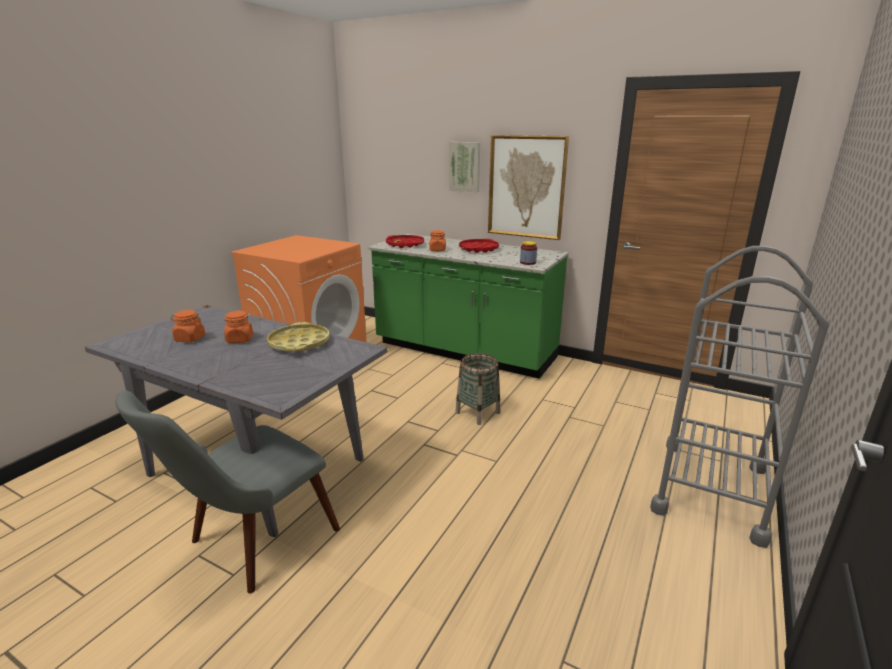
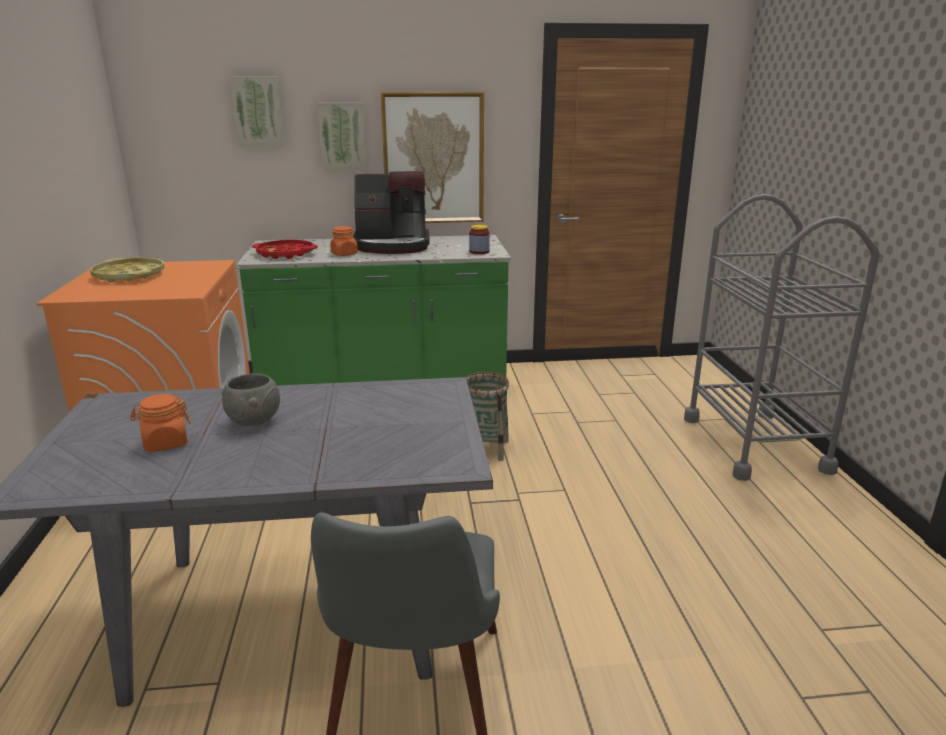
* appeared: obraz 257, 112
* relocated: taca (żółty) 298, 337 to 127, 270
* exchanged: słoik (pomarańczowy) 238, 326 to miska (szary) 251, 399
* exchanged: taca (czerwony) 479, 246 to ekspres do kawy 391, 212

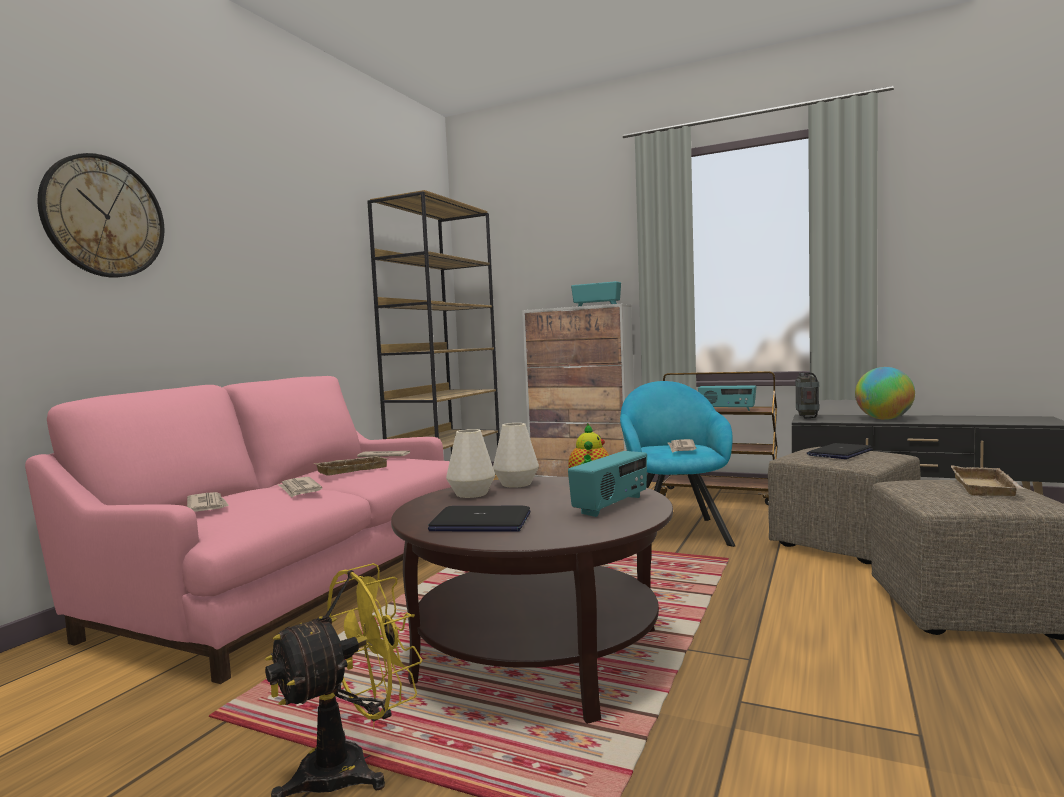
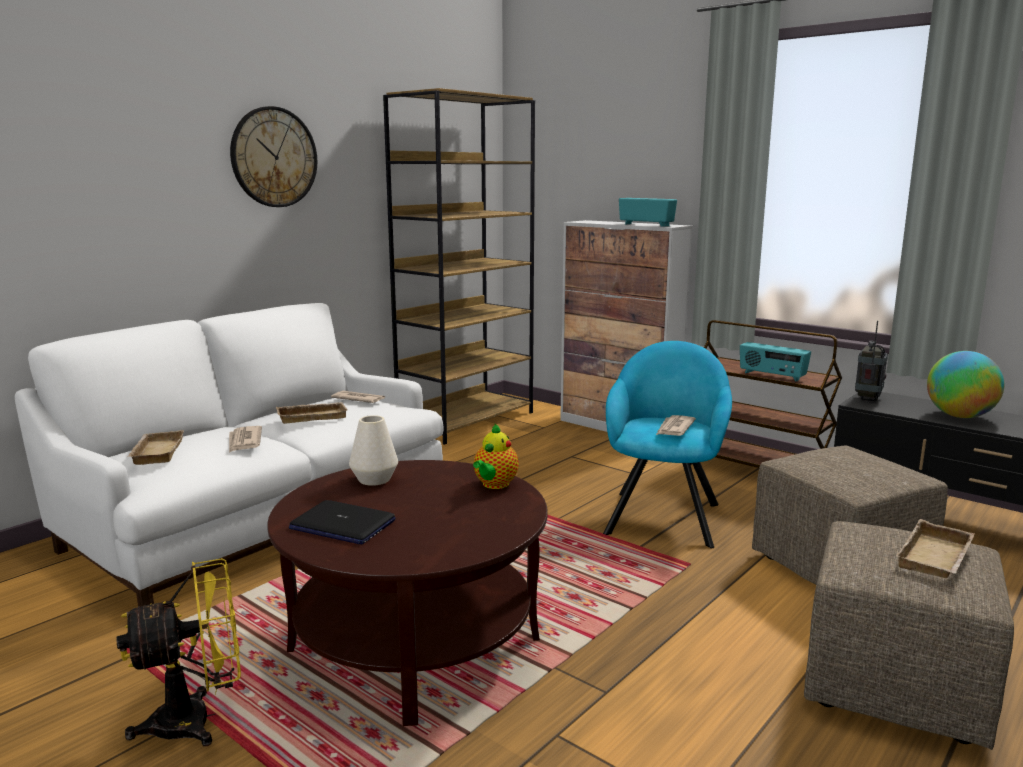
* missing: wazon (biały) 516, 455
* missing: radio 607, 484
* missing: laptop 840, 451
* relocated: zegar ścienny 101, 215 to 273, 156
* exchanged: gazeta 208, 502 to taca (beżowy) 155, 447
* colour: kanapa (różowy) 238, 530 to kanapa (biały) 229, 455

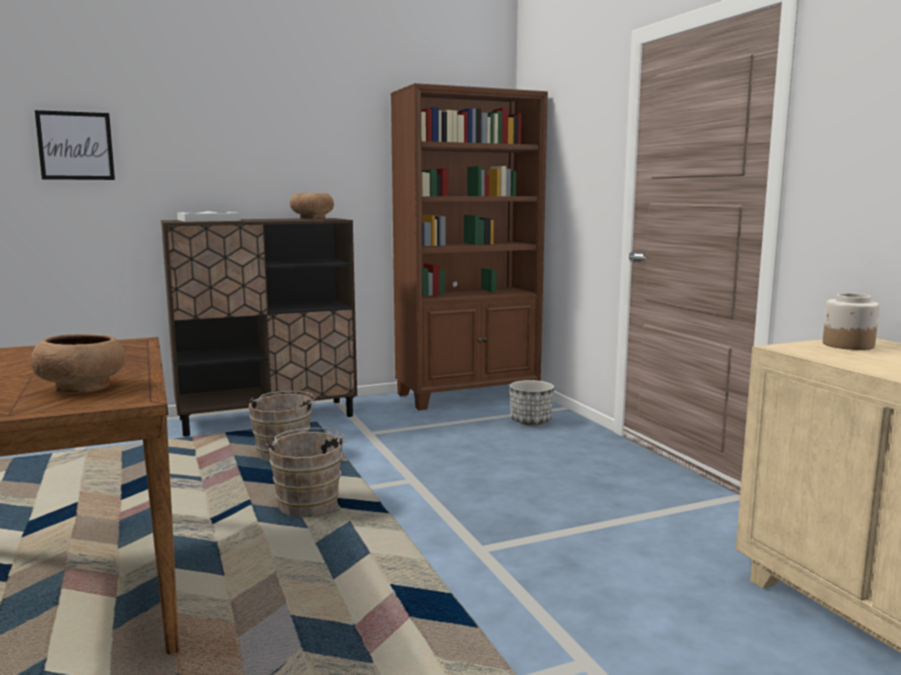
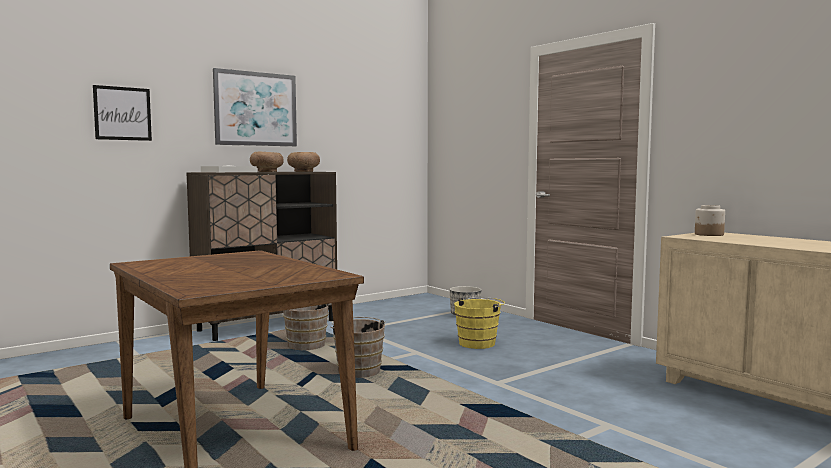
* missing: regał (brązowy) 469, 246
* appeared: obraz 255, 107
* appeared: wiadro (żółty) 479, 323
* relocated: miska (brązowy) 78, 364 to 267, 162

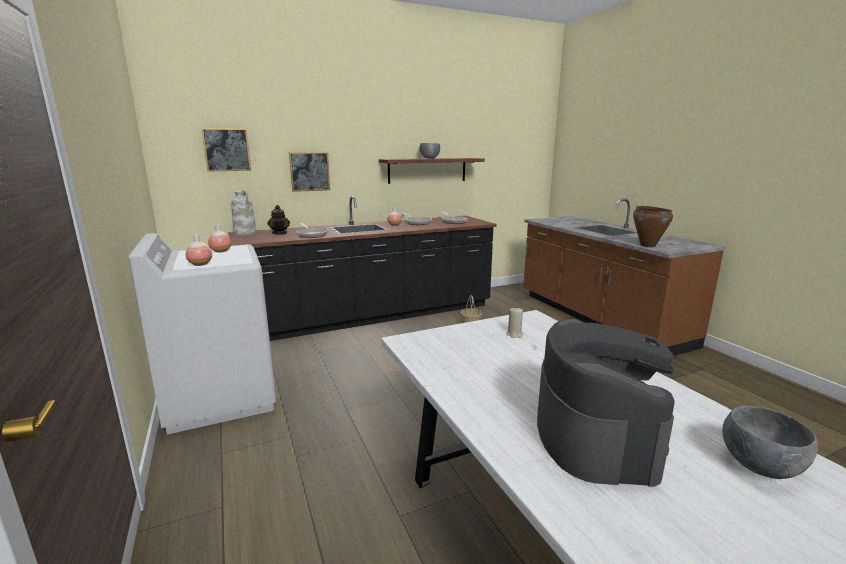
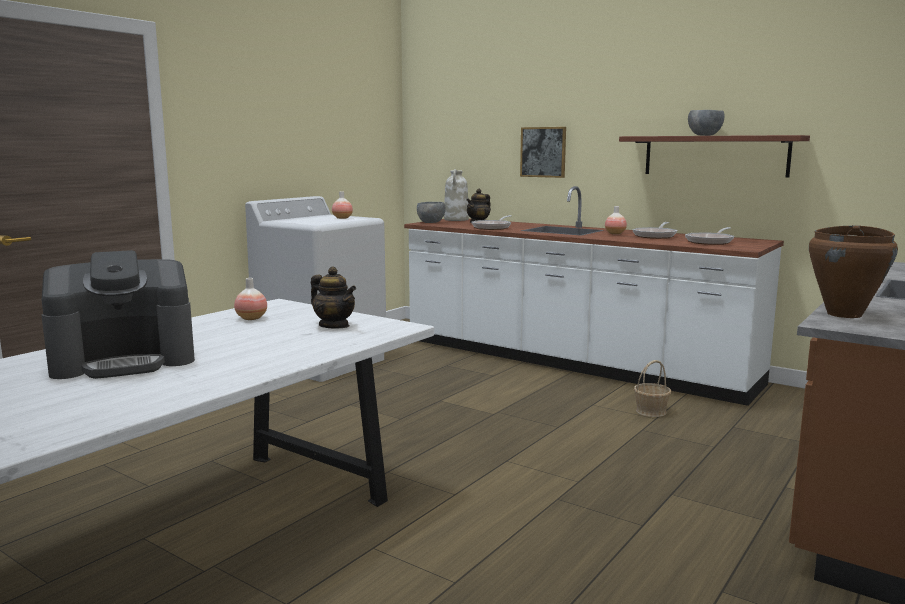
* missing: obraz 226, 150
* relocated: wazon 199, 250 to 250, 299
* relocated: miska (szary) 770, 442 to 431, 212
* exchanged: świeca (beżowy) 514, 322 to imbryk 333, 297
* colour: zabudowa kuchenna (czarny) 362, 268 to zabudowa kuchenna (biały) 594, 296

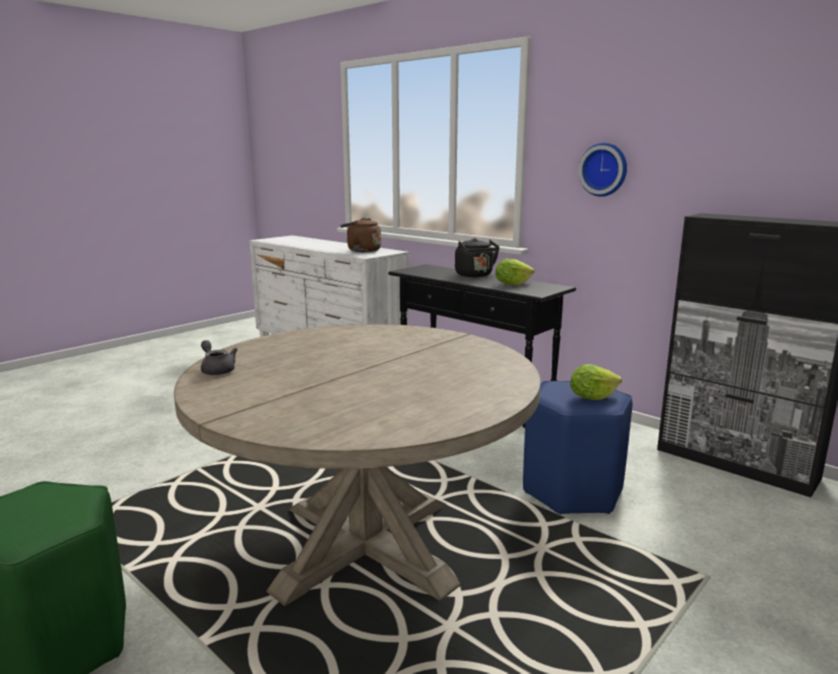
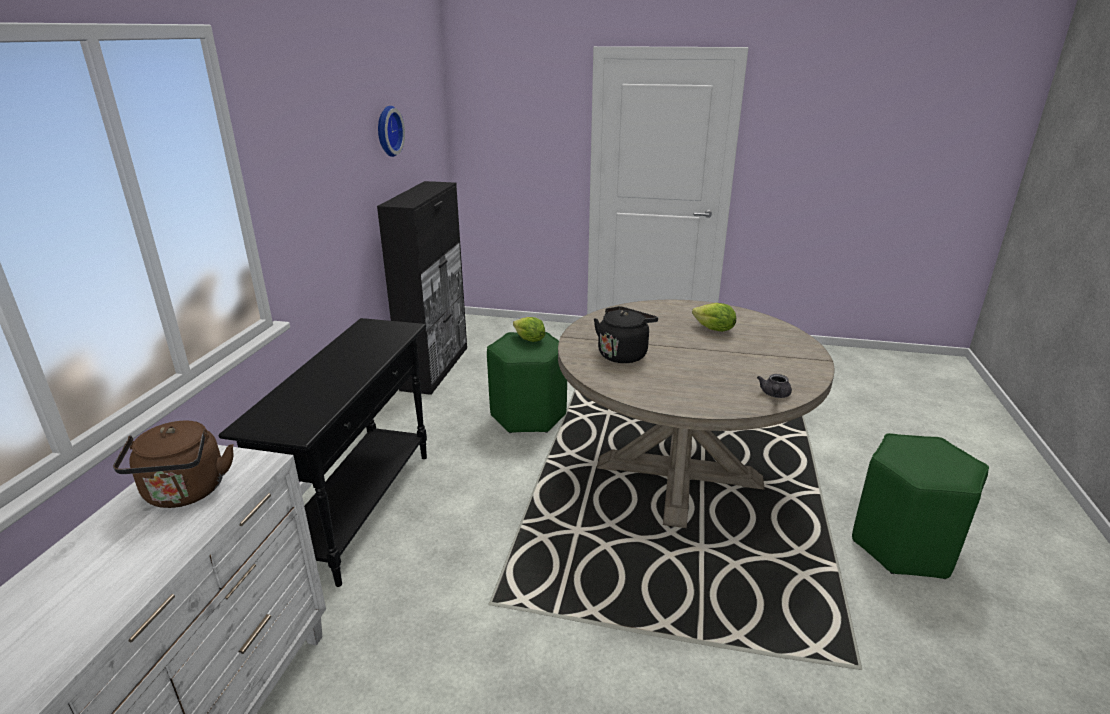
* relocated: czajnik (czarny) 477, 257 to 626, 334
* relocated: sałata 514, 272 to 714, 317
* relocated: zegar ścienny 602, 170 to 391, 131
* colour: stołek (niebieski) 577, 448 to stołek (zielony) 527, 382

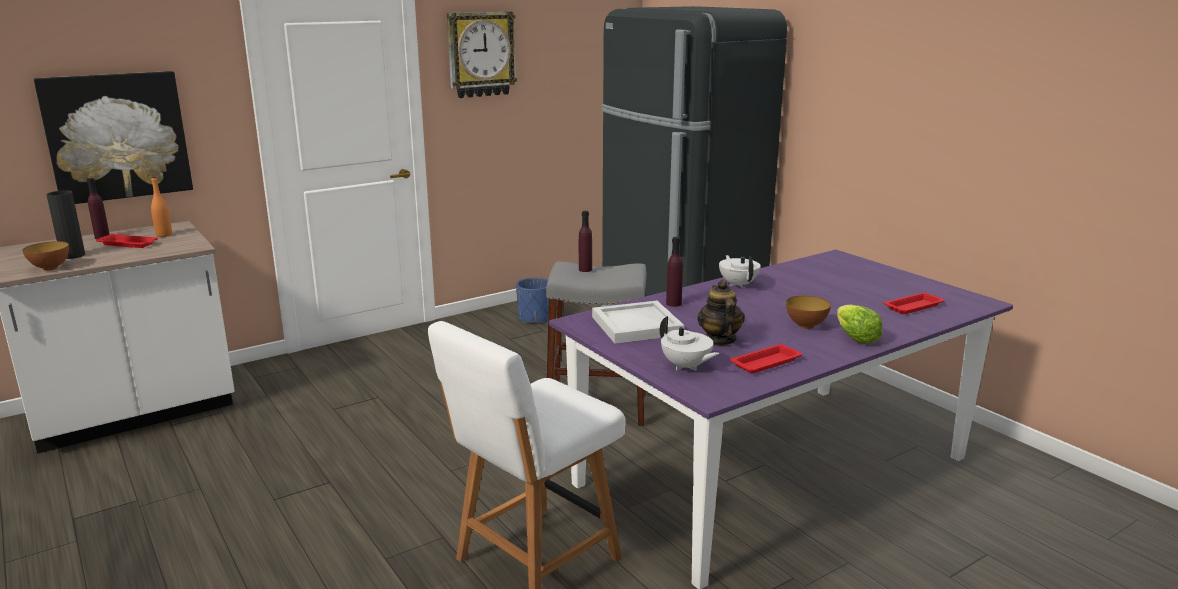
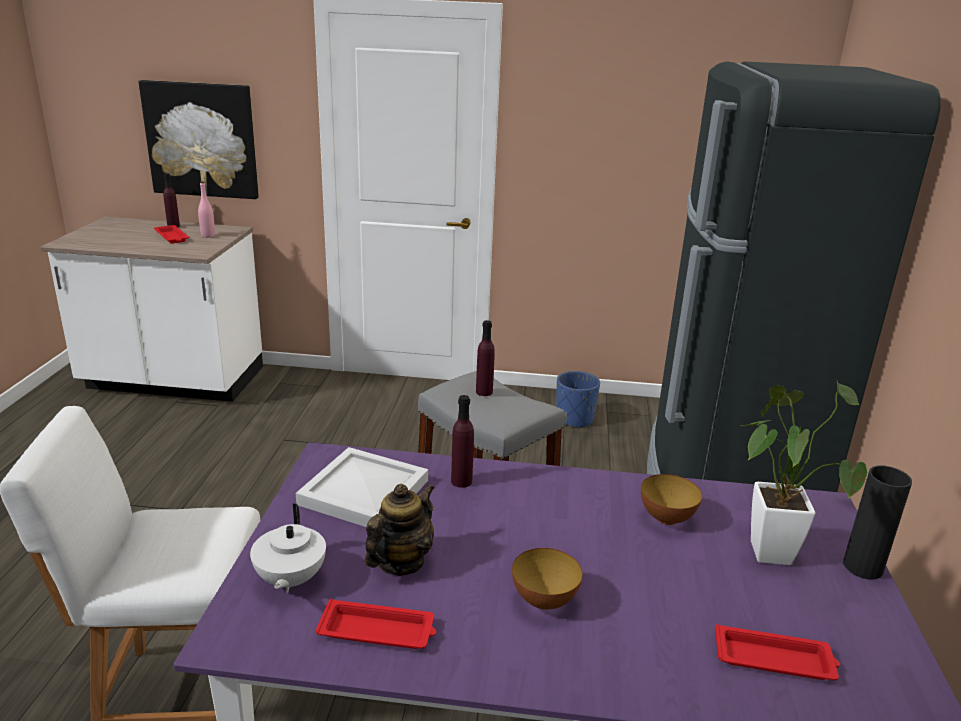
* missing: zegar ścienny 482, 55
* missing: imbryk (biały) 740, 271
* missing: sałata 860, 324
* appeared: roślina doniczkowa 803, 473
* relocated: miska 46, 256 to 671, 499
* relocated: wazon (czarny) 65, 224 to 877, 522
* colour: butelka (pomarańczowy) 161, 206 to butelka (różowy) 206, 209

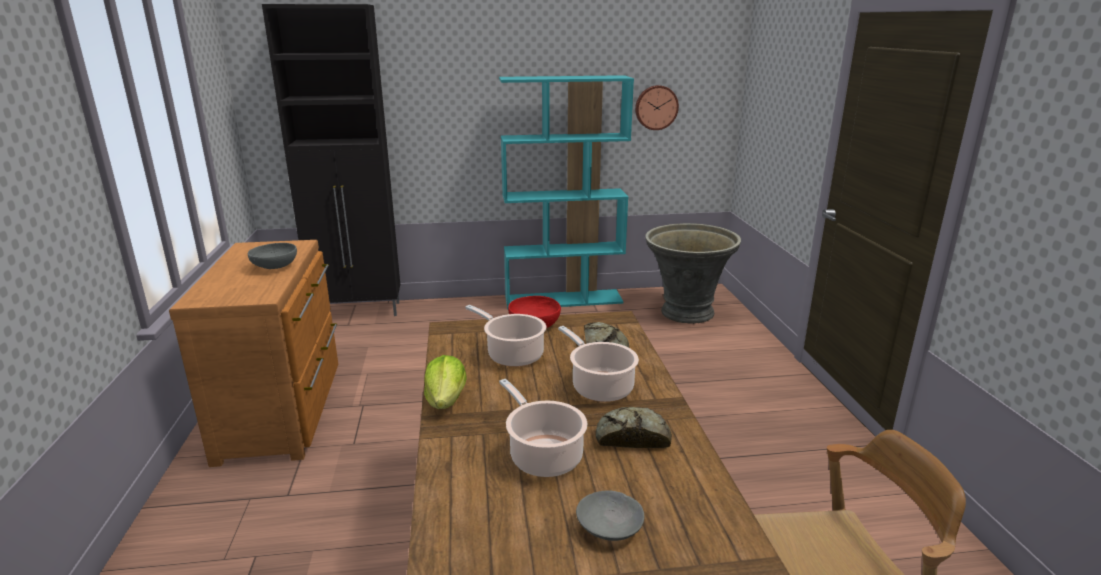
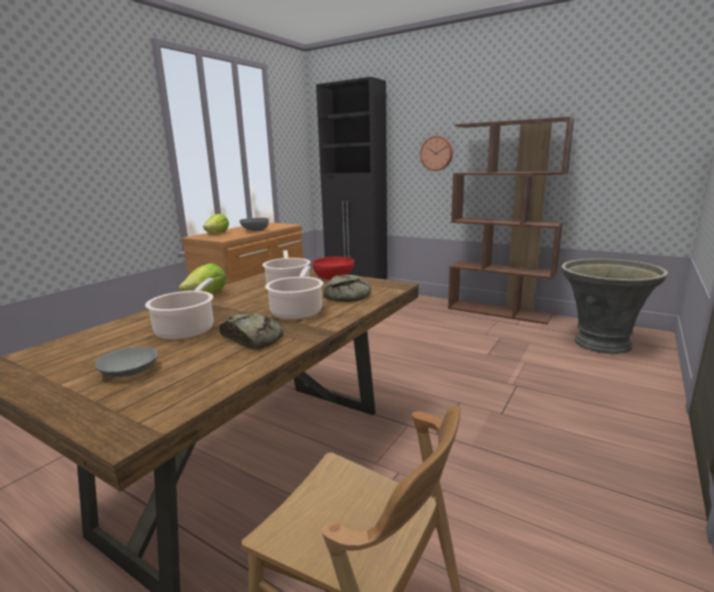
* appeared: sałata 216, 224
* relocated: zegar ścienny 657, 107 to 436, 153
* colour: regał (turkusowy) 566, 192 to regał (brązowy) 511, 220

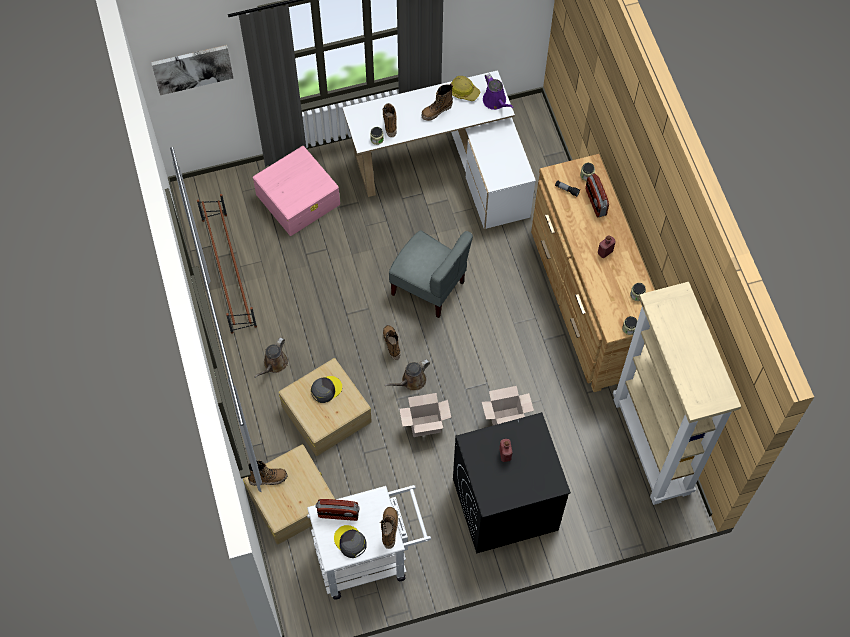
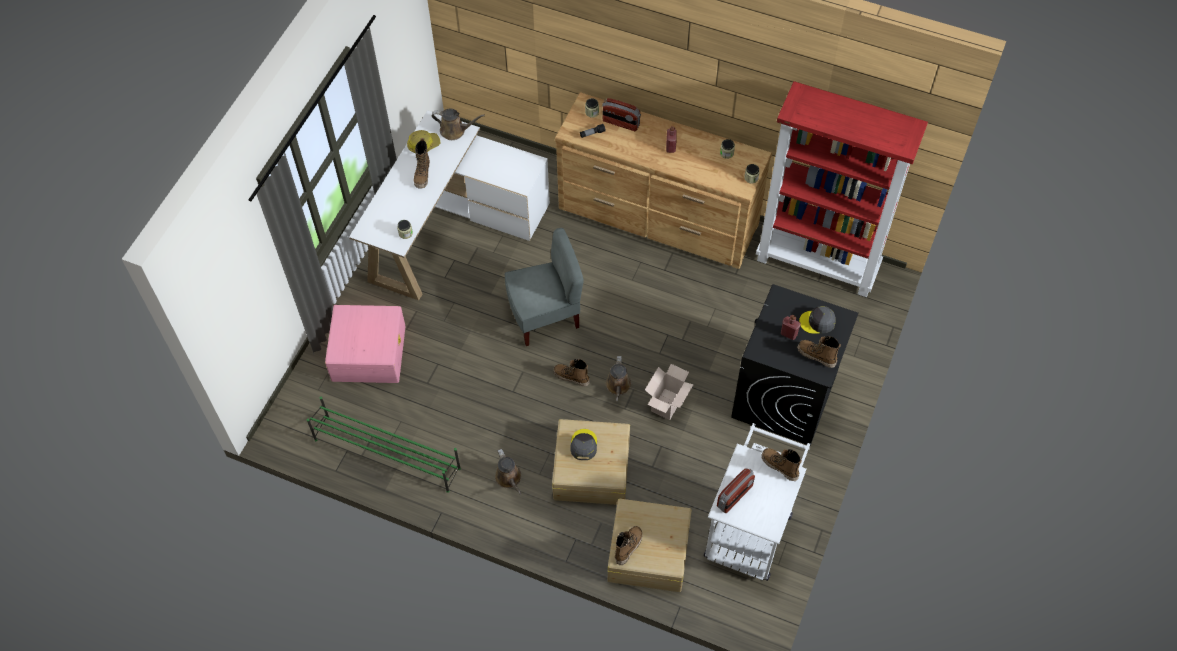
* missing: obraz 192, 70
* missing: karton 508, 405
* relocated: czapka z daszkiem (szary) 350, 541 to 817, 320
* relocated: but z cholewką 390, 120 to 819, 352
* colour: regał na buty (brązowy) 227, 264 to regał na buty (zielony) 384, 445
* colour: konewka (fioletowy) 498, 92 to konewka (brązowy) 458, 124
* colour: regał (beżowy) 677, 393 to regał (czerwony) 842, 189

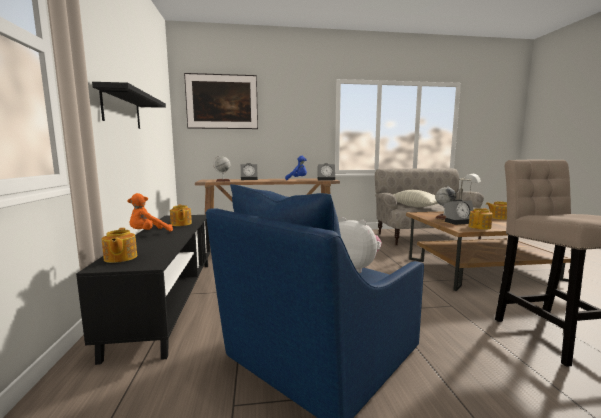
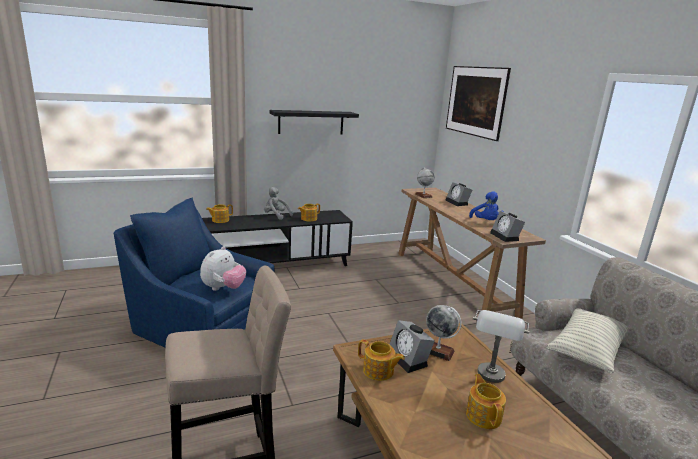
* colour: pluszak (pomarańczowy) 150, 212 to pluszak (szary) 278, 203

